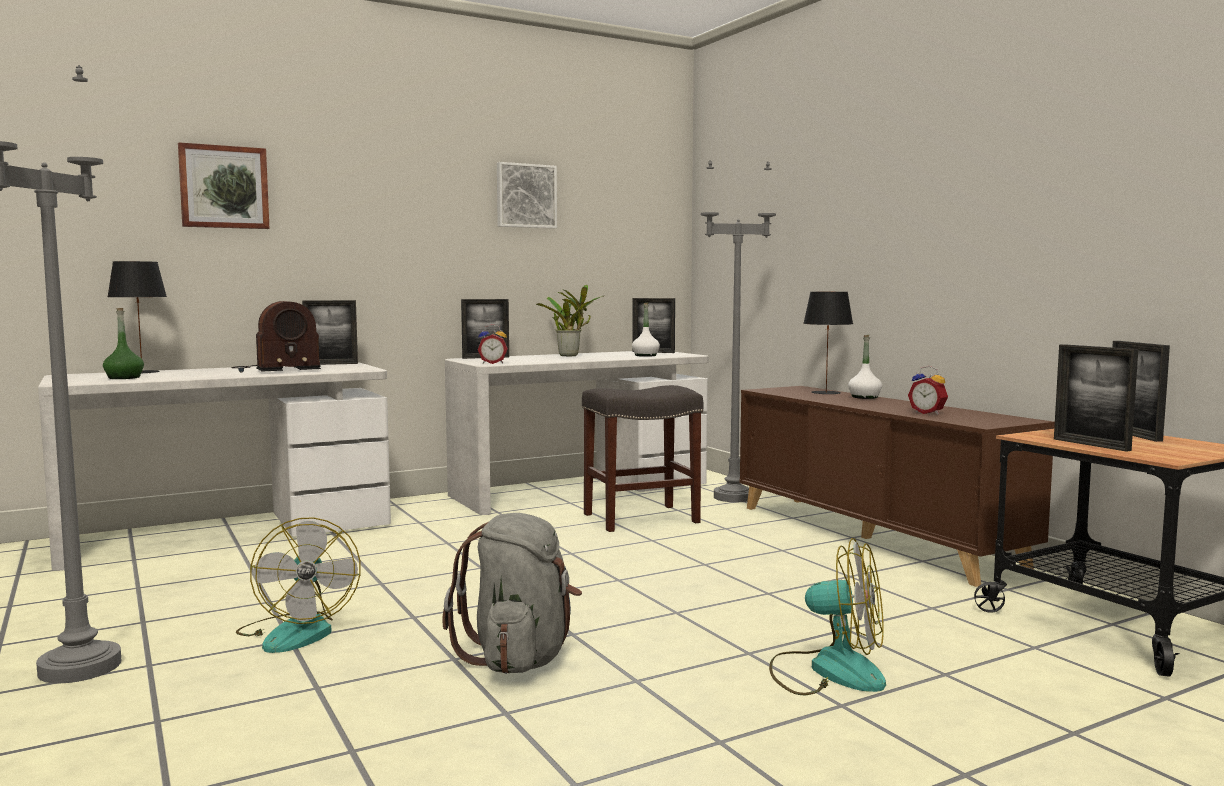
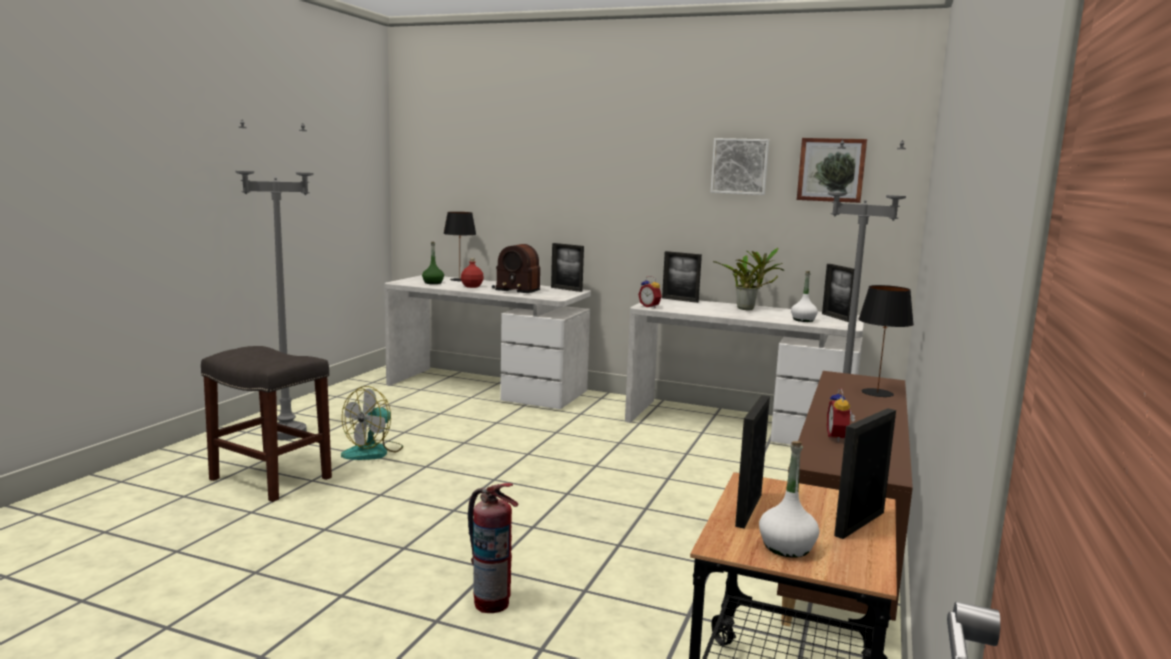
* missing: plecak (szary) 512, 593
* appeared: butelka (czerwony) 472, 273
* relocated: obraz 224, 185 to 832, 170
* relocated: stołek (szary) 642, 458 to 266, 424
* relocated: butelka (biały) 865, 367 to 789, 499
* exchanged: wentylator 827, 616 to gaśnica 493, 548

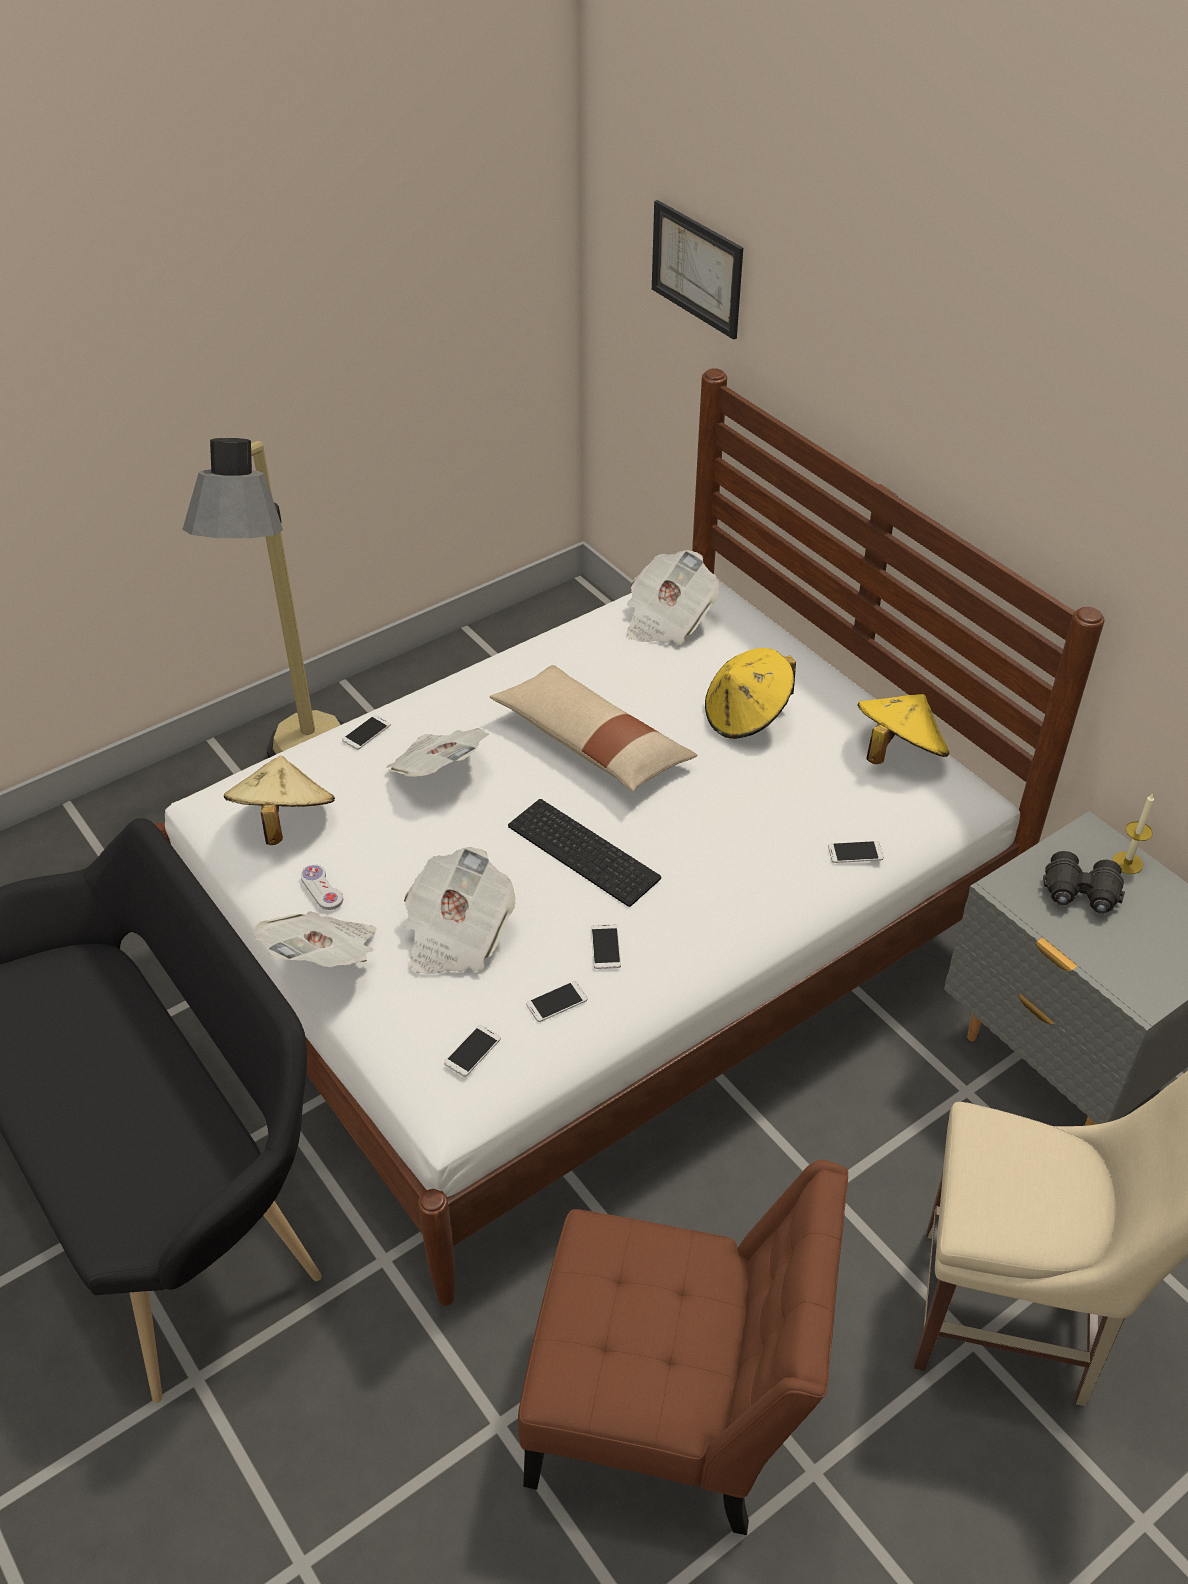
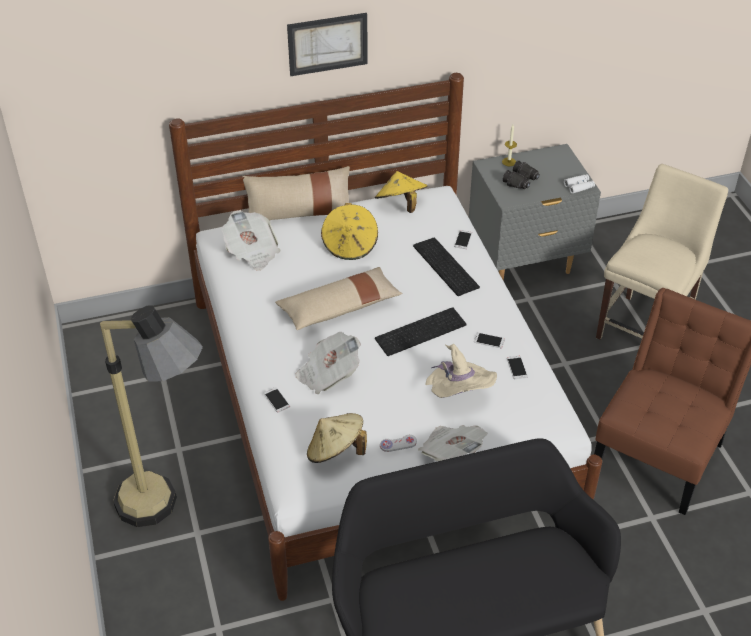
* missing: telefon 472, 1051
* appeared: poduszka (beżowy) 296, 193
* appeared: klawiatura 446, 267
* appeared: lornetka (biały) 579, 184
* relocated: obraz 697, 270 to 327, 44
* exchanged: gazeta 460, 910 to kapelusz (beżowy) 461, 371

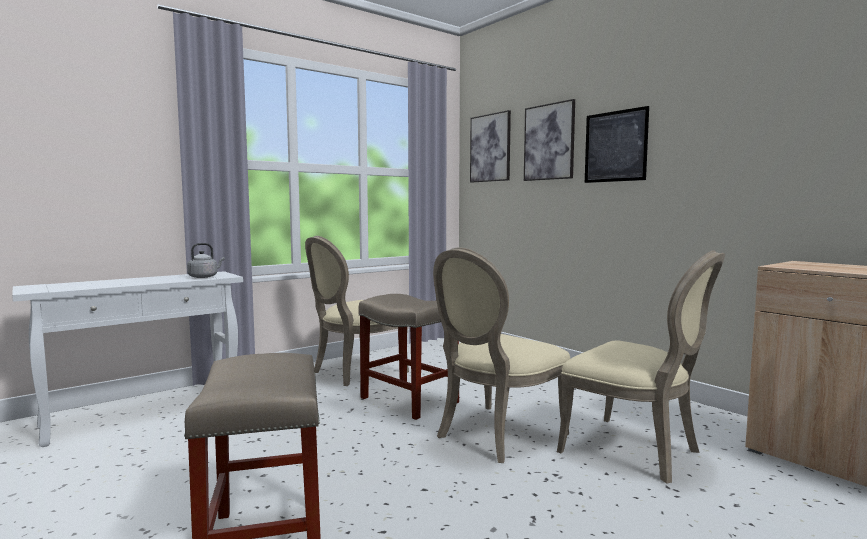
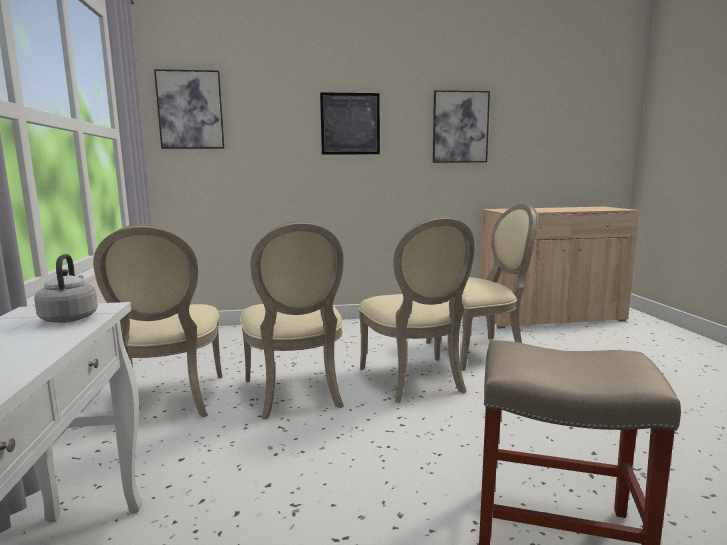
* relocated: obraz 549, 140 to 461, 126
* exchanged: stołek (beżowy) 409, 357 to krzesło (beżowy) 292, 320

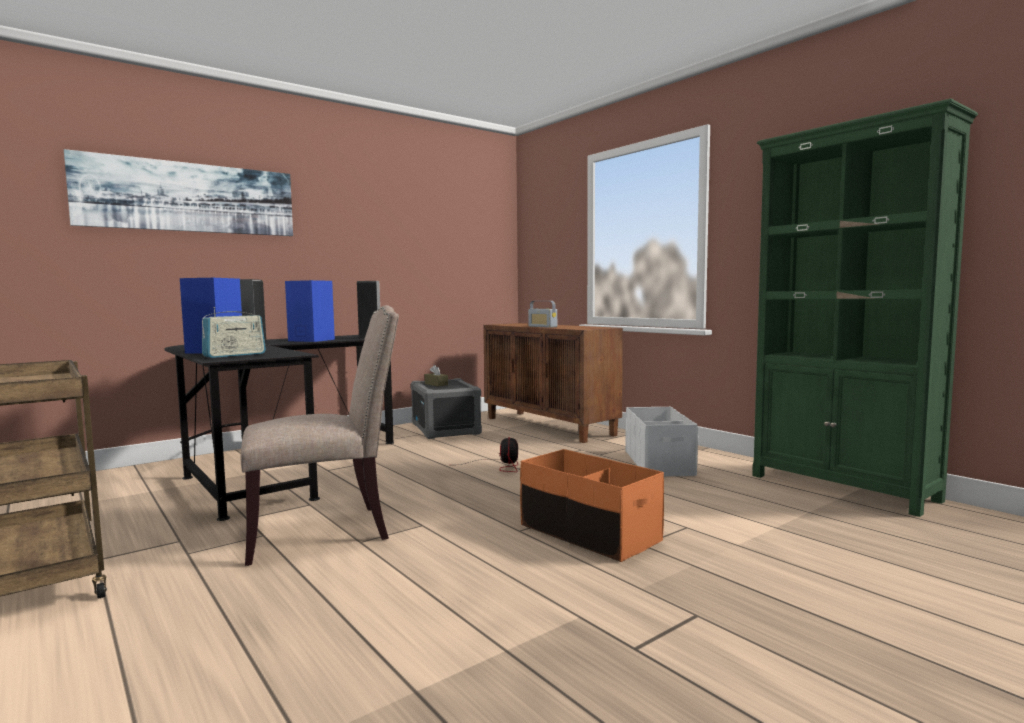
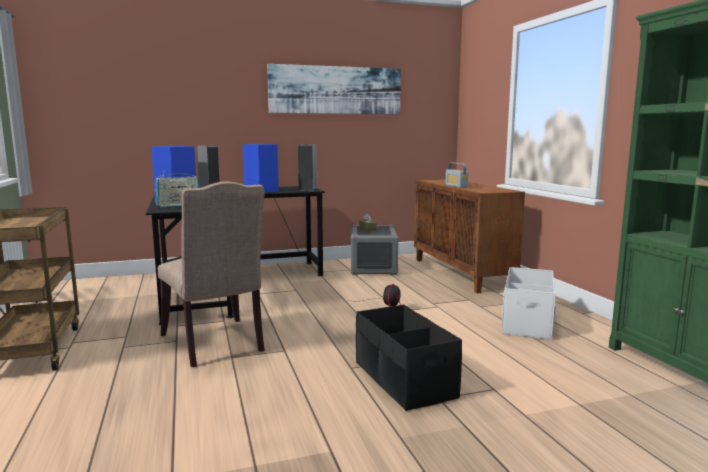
* relocated: obraz 178, 192 to 334, 89
* colour: pojemnik do przechowywania (pomarańczowy) 592, 505 to pojemnik do przechowywania (czarny) 409, 358
* spun: krzesło (beżowy) 320, 435 = 211, 274 60 degrees clockwise

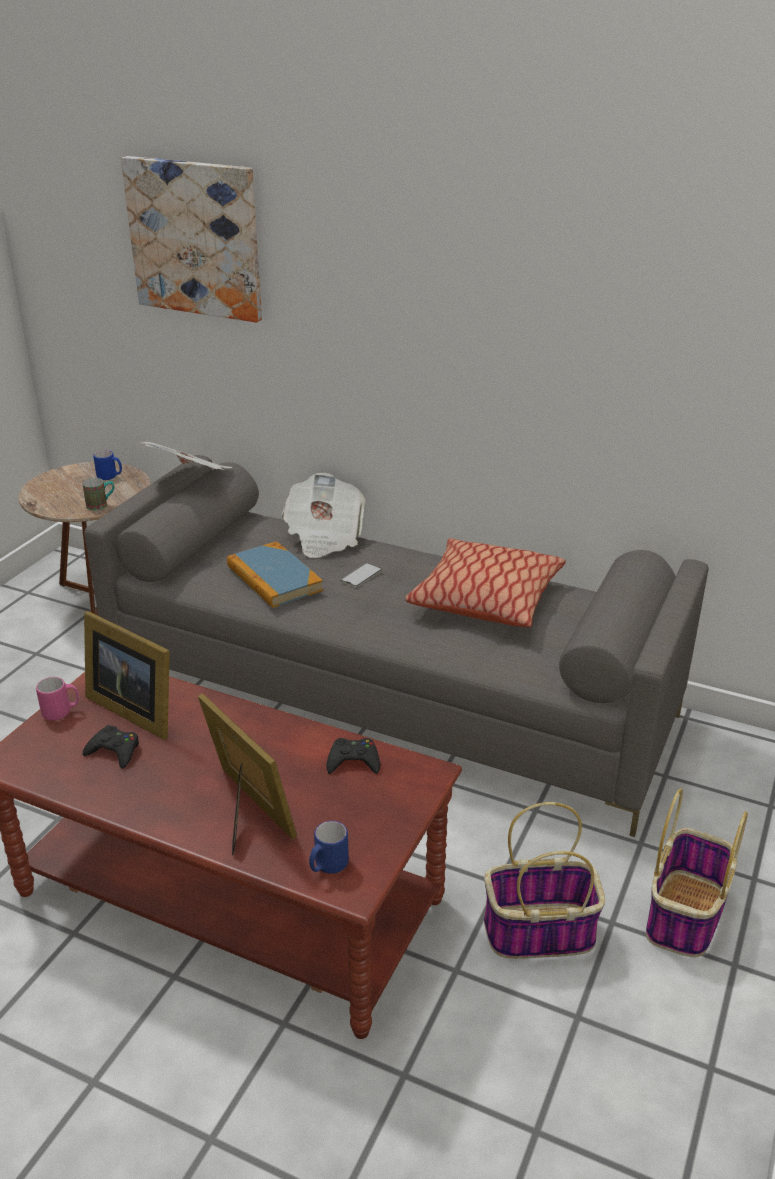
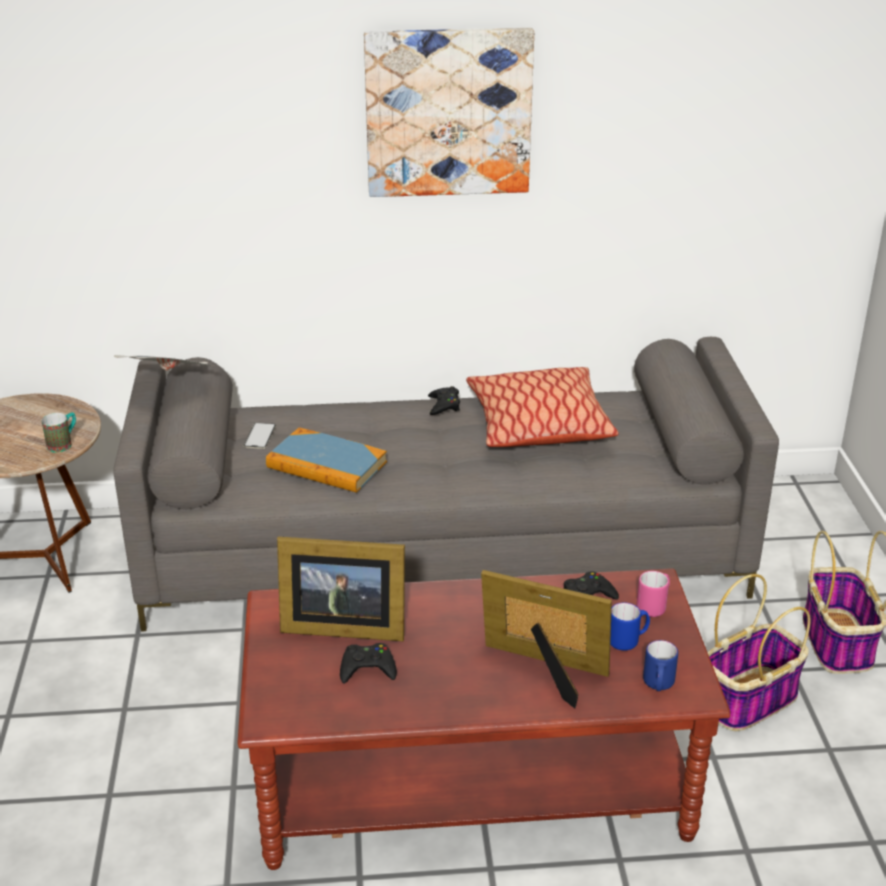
* missing: gazeta 323, 515
* appeared: pad do gier (czarny) 444, 400
* relocated: kubek (różowy) 57, 699 to 653, 594
* relocated: kubek (niebieski) 107, 465 to 630, 626
* relocated: obraz 191, 239 to 449, 112
* relocated: telefon 361, 575 to 260, 436

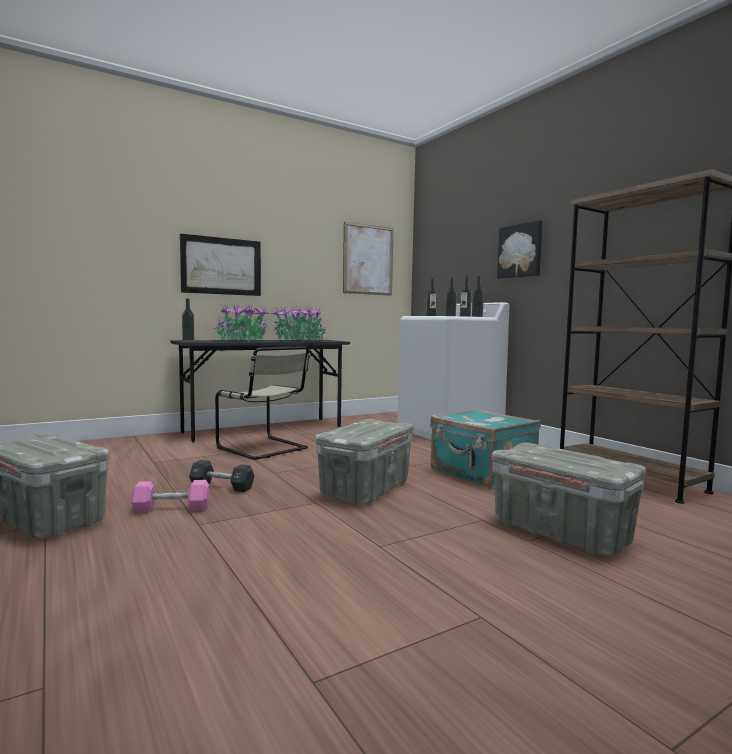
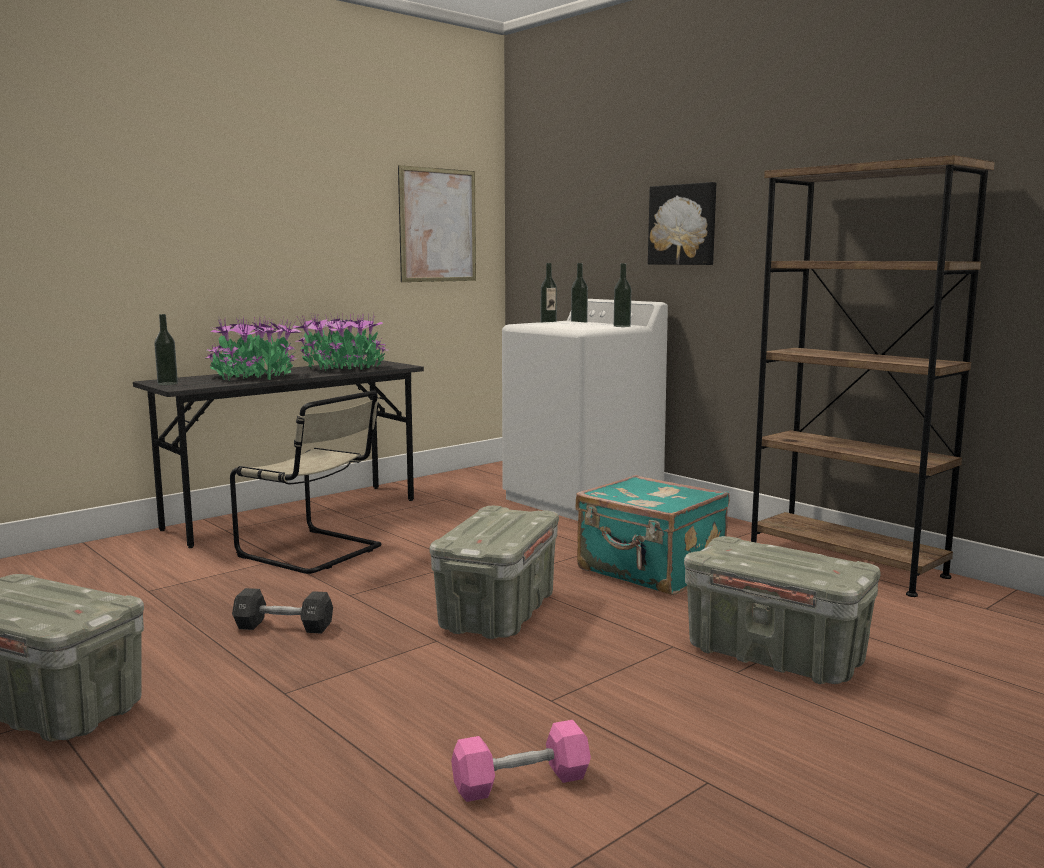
* missing: obraz 220, 265
* missing: butelka 466, 296
* relocated: hantel (różowy) 170, 496 to 521, 761

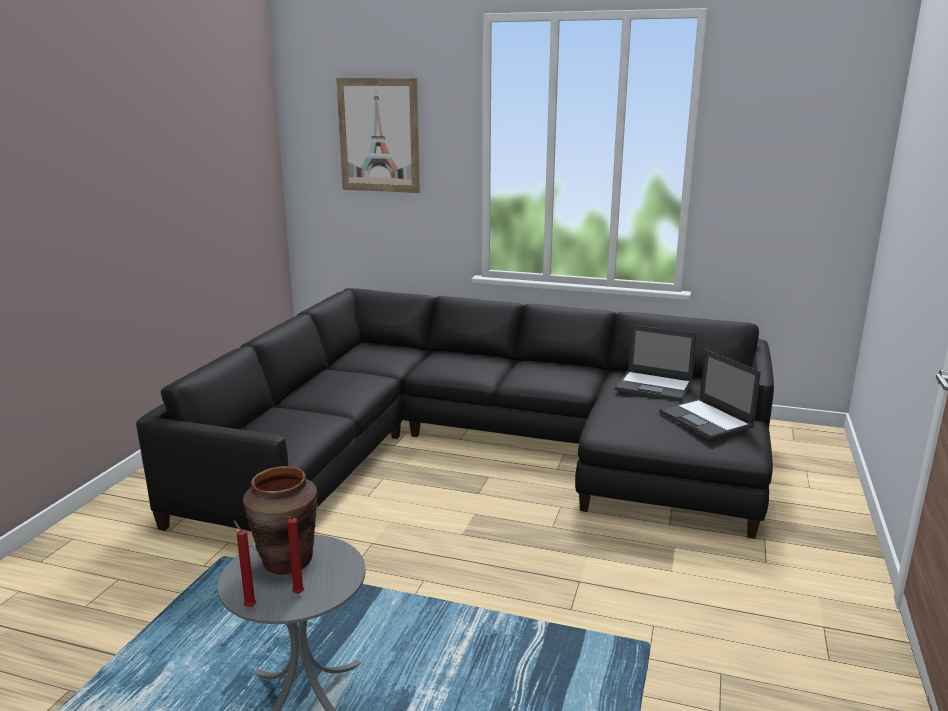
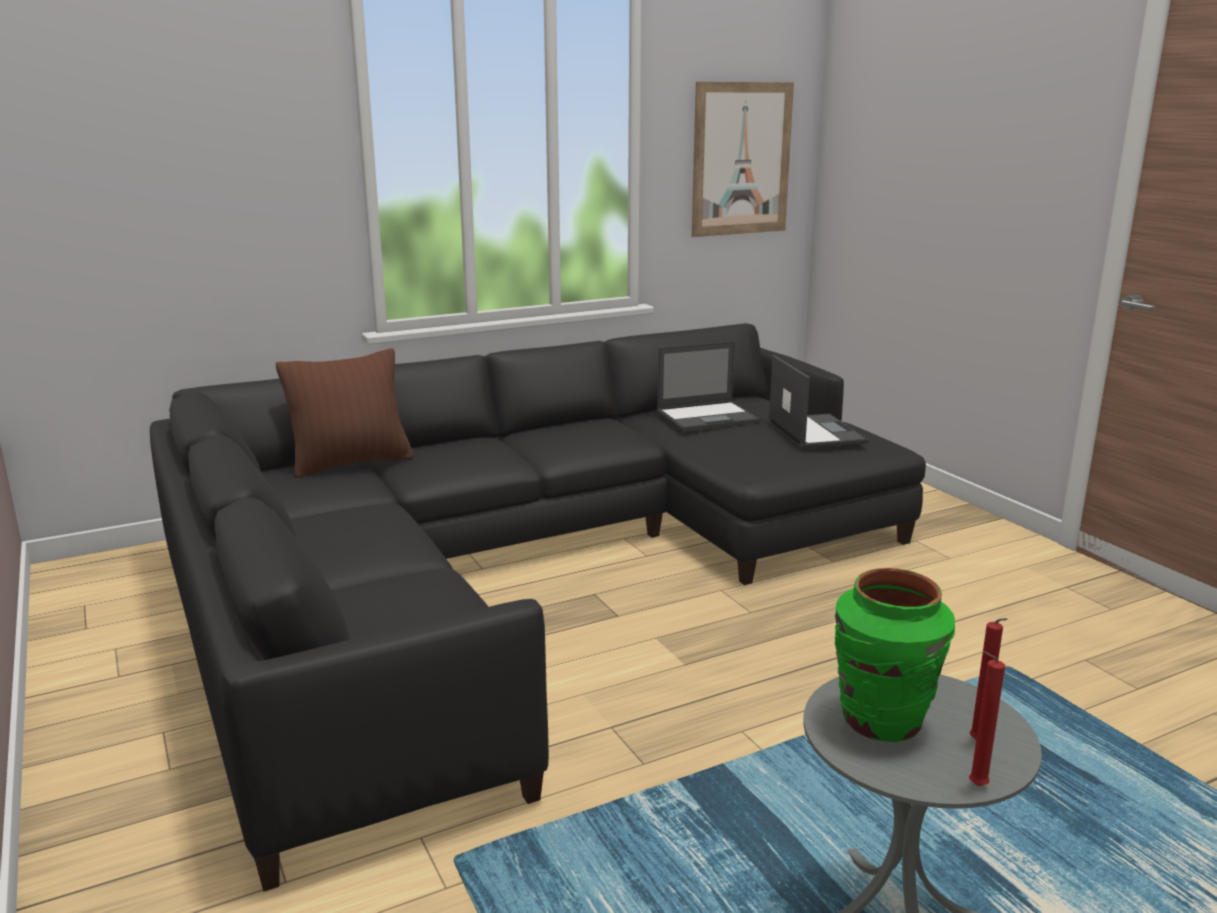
* appeared: poduszka (brązowy) 344, 413
* relocated: obraz 378, 135 to 743, 159
* colour: wazon (brązowy) 280, 520 to wazon (zielony) 895, 655
* spun: laptop 710, 394 = 818, 402 120 degrees counterclockwise

